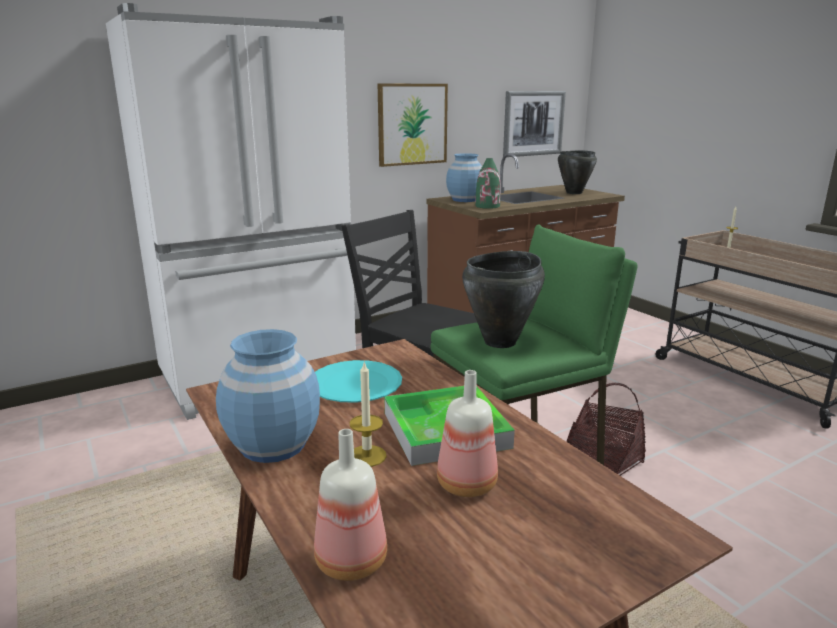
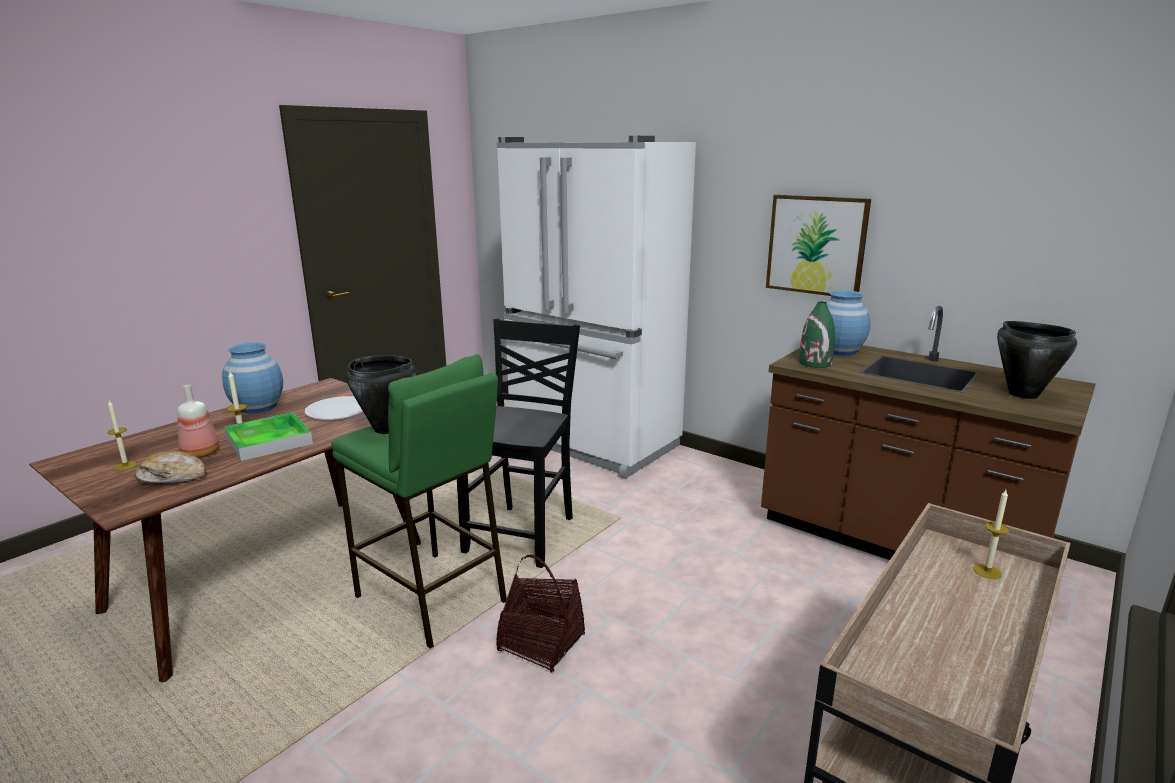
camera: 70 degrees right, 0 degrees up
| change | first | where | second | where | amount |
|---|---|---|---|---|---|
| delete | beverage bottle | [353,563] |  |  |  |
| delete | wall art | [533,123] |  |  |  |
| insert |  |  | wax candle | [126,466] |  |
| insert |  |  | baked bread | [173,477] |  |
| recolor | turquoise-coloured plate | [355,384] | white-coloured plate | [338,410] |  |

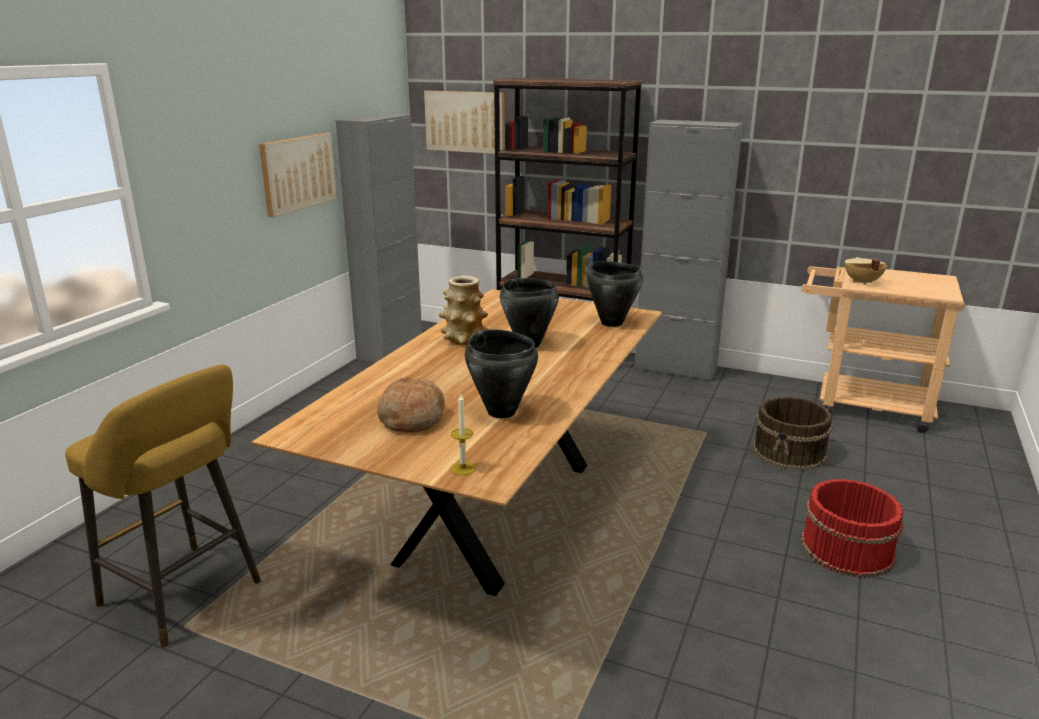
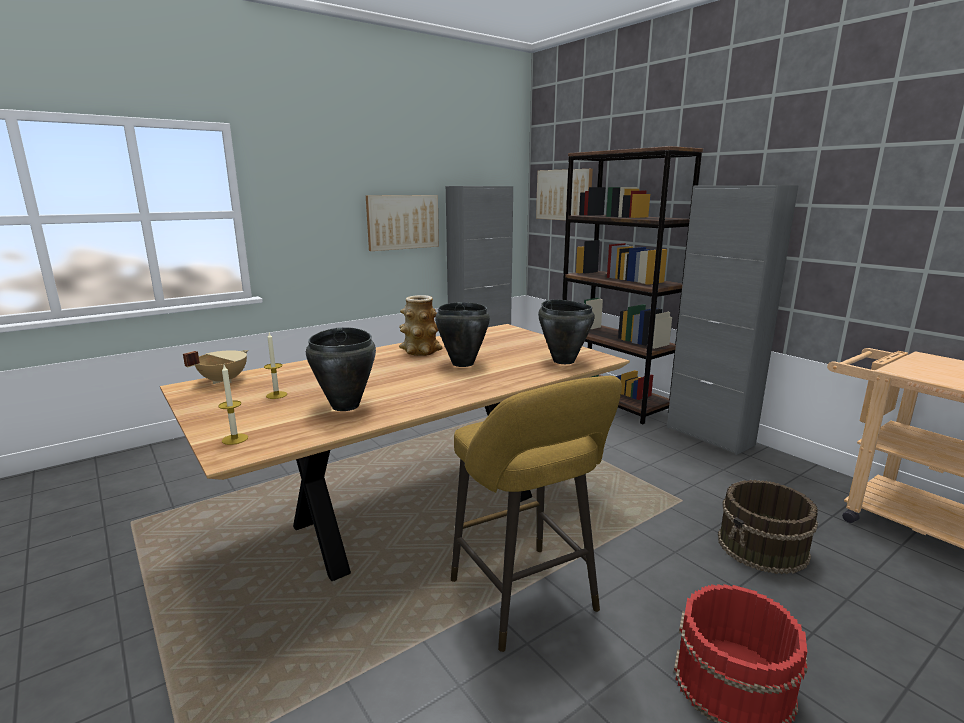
camera: 30 degrees right, 5 degrees down
| change | first | where | second | where | amount |
|---|---|---|---|---|---|
| move | yellowish stool seat | [186,596] |  | [527,600] |  |
| move | sand-coloured cooking pot | [861,282] |  | [223,380] |  |
| replace | baked bread | [411,418] | wax candle | [276,395] |  |

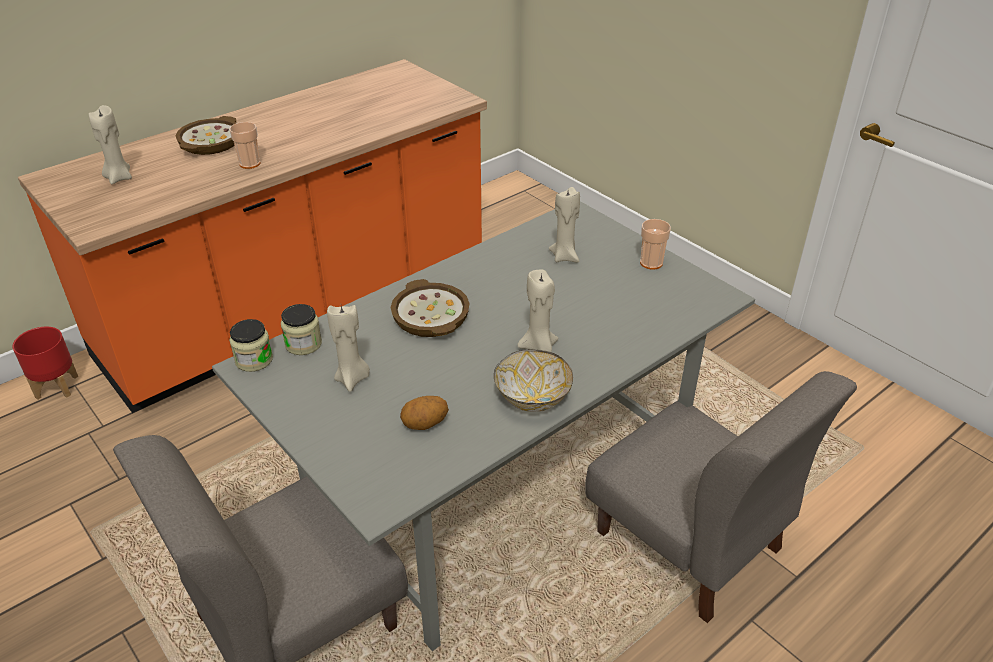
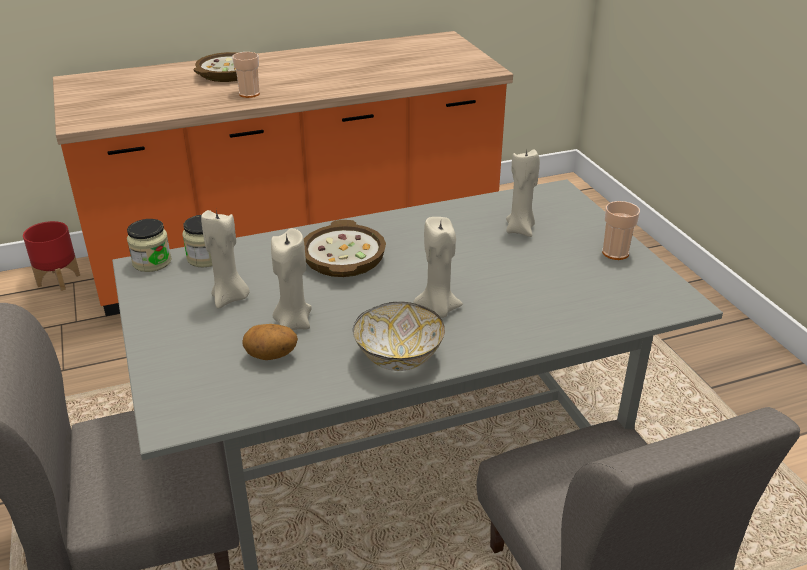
camera: 20 degrees right, 5 degrees down
| change | first | where | second | where | amount |
|---|---|---|---|---|---|
| move | sand-coloured wax candle | [119,178] |  | [293,323] |  |

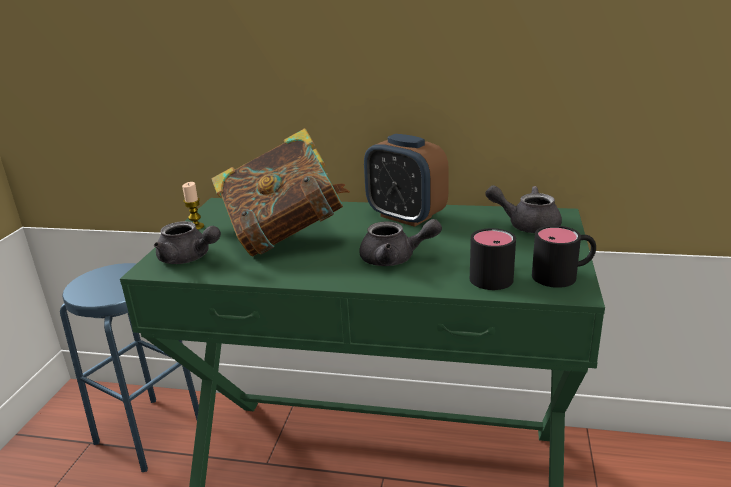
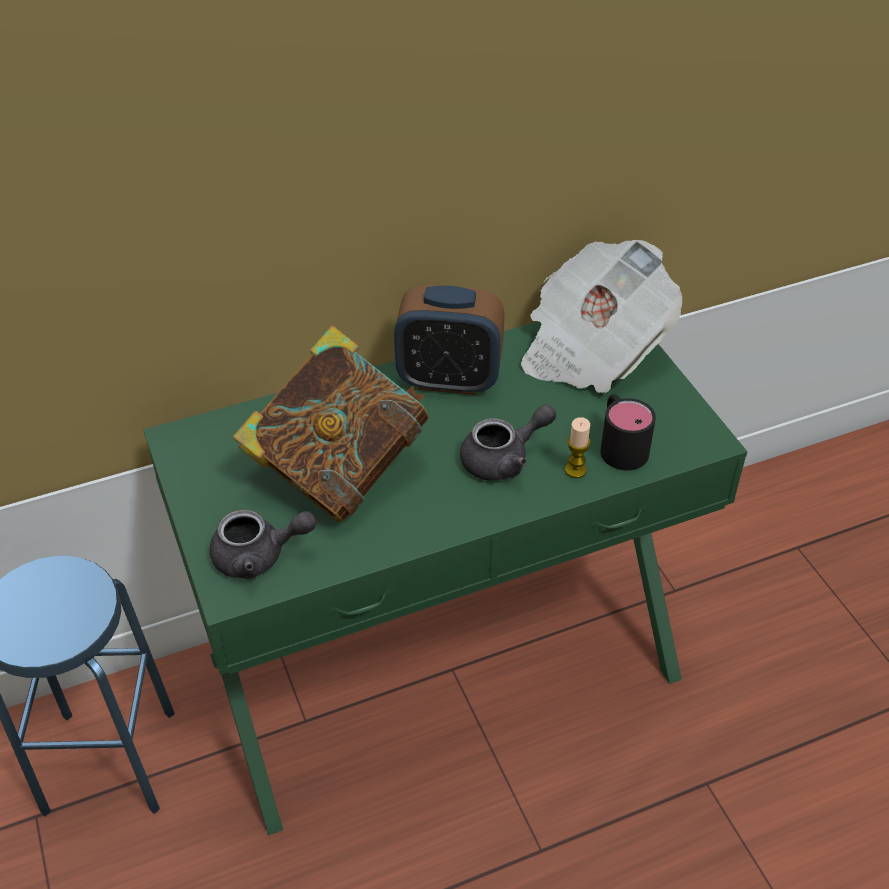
camera: 35 degrees left, 20 degrees up
| change | first | where | second | where | amount |
|---|---|---|---|---|---|
| delete | black mug | [563,275] |  |  |  |
| move | wax candle | [196,226] |  | [575,470] |  |
| replace | gray pot for tea | [526,225] | printed paper | [592,348] |  |

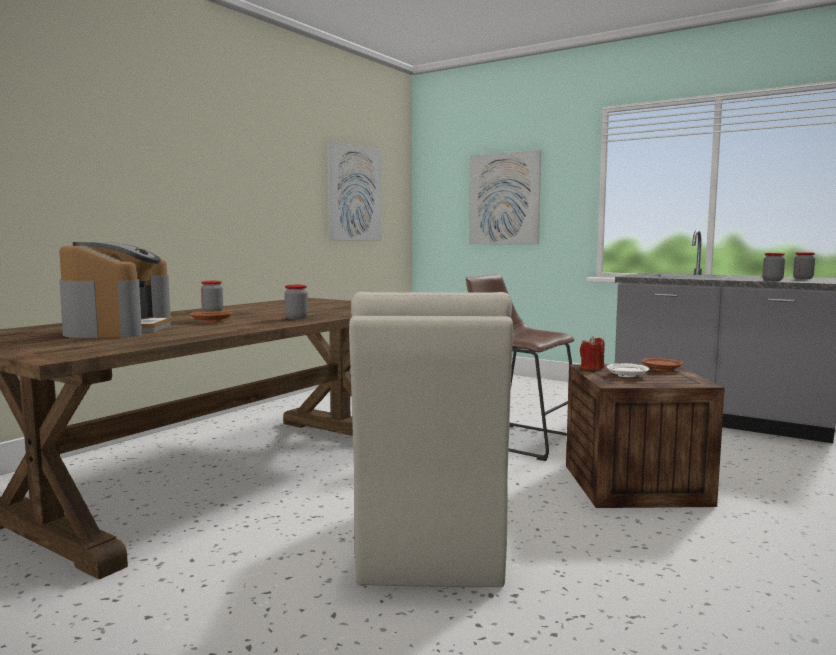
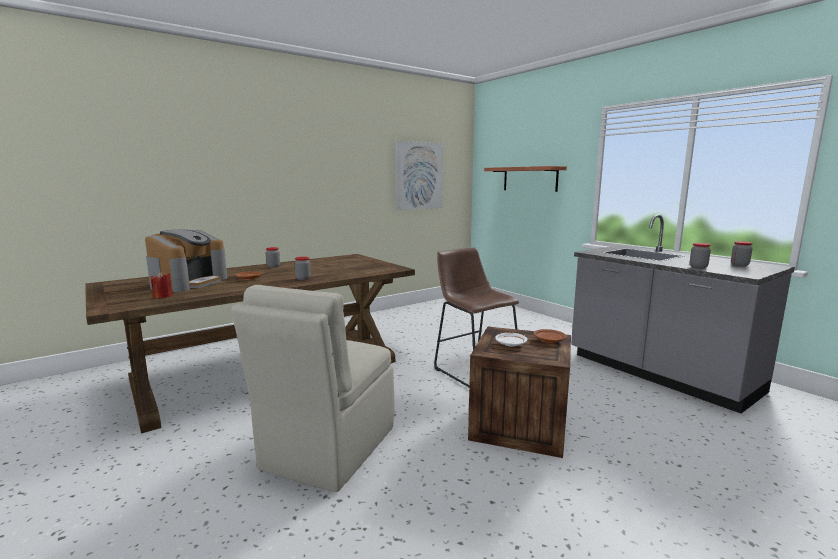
camera: 20 degrees right, 5 degrees up
| change | first | where | second | where | amount |
|---|---|---|---|---|---|
| move | red-coloured wax candle | [592,368] |  | [163,296] |  |
| replace | wall art | [504,199] | bracket shelf | [530,179] |  |

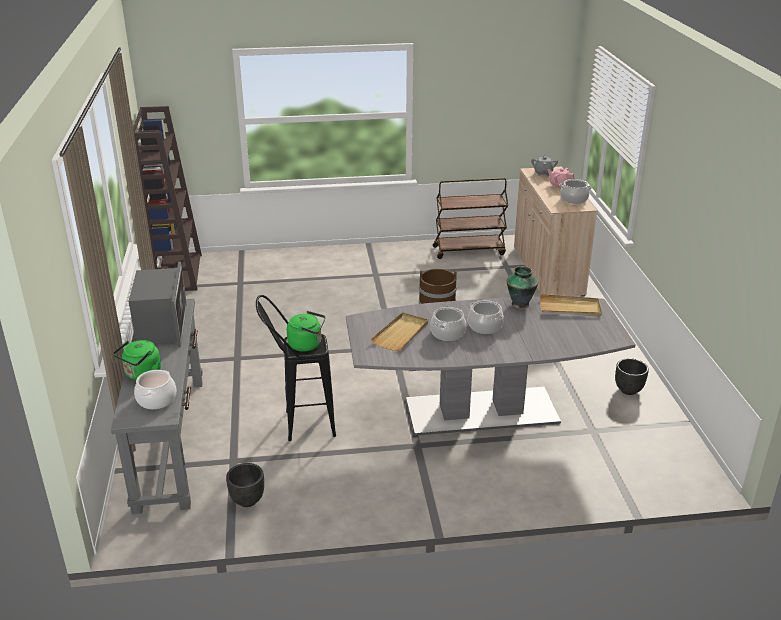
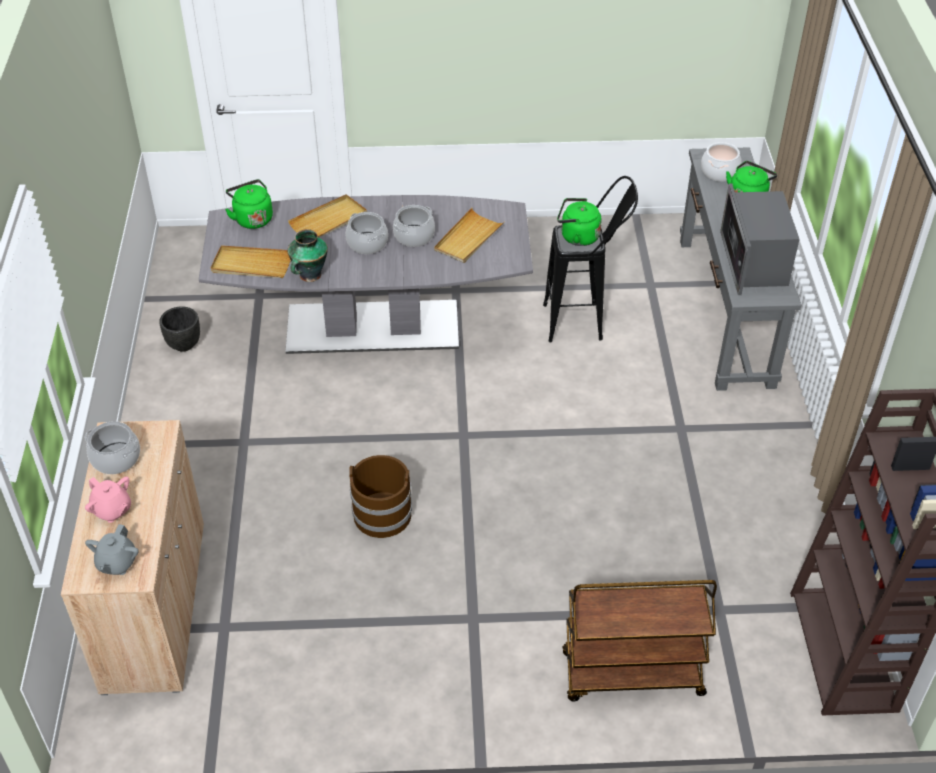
camera: 175 degrees left, 15 degrees up
| change | first | where | second | where | amount |
|---|---|---|---|---|---|
| delete | black planter | [247,500] |  |  |  |
| insert |  |  | green kettle | [252,218] |  |
| insert |  |  | sand-coloured serving tray | [329,221] |  |
| move | brown cart | [469,250] |  | [631,675] |  |

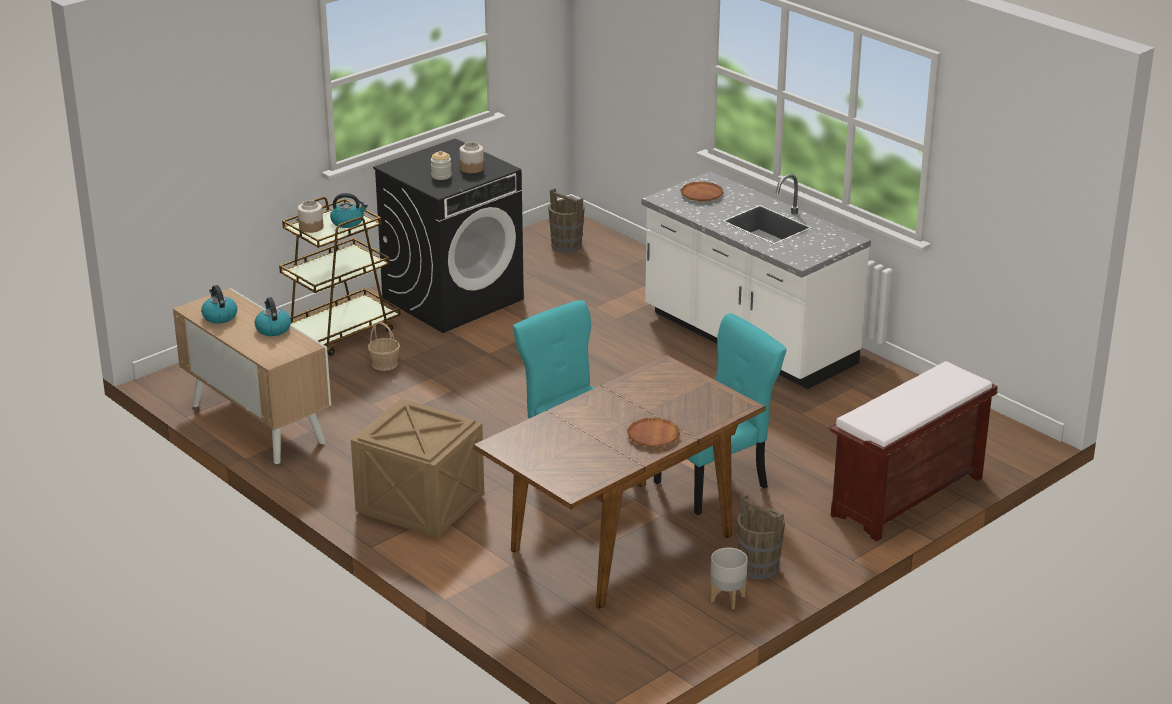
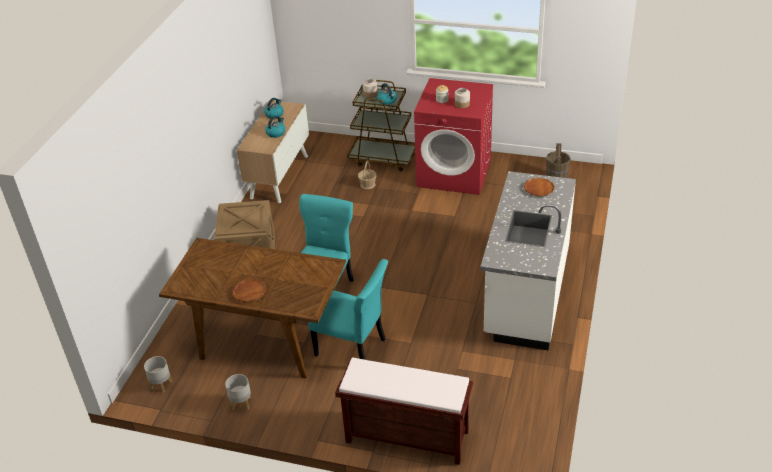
camera: 60 degrees right, 10 degrees up
| change | first | where | second | where | amount |
|---|---|---|---|---|---|
| delete | brown water bucket | [758,567] |  |  |  |
| insert |  |  | gray planter | [161,384] |  |
| recolor | black laundry appliance | [453,298] | red-coloured laundry appliance | [454,173] |  |

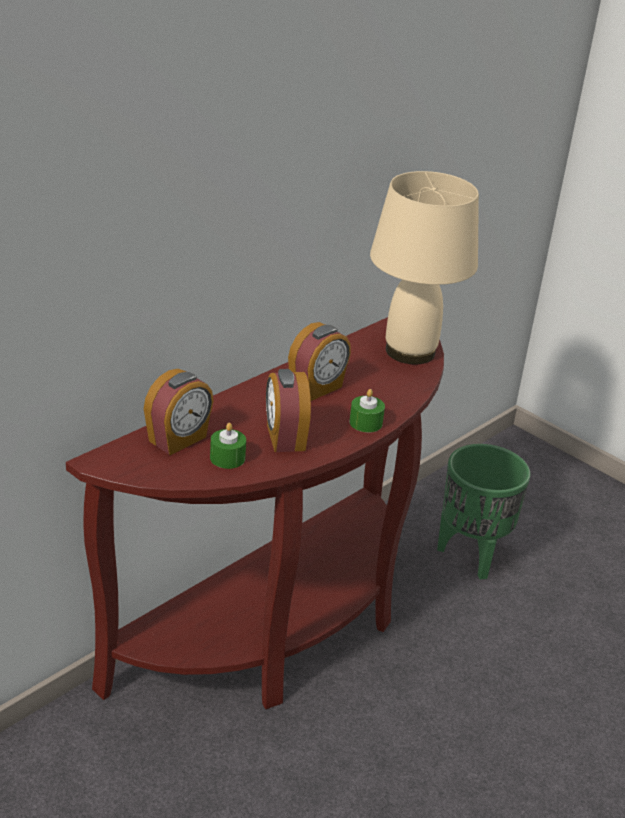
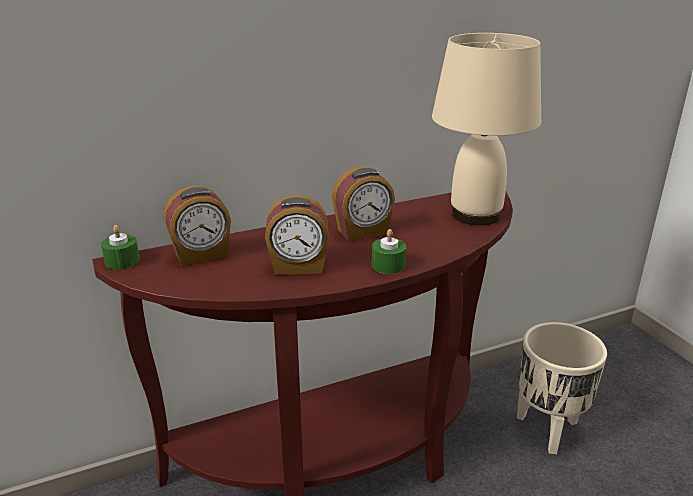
camera: 25 degrees right, 5 degrees down
| change | first | where | second | where | amount |
|---|---|---|---|---|---|
| move | green wax candle | [227,458] |  | [122,261] |  |
| recolor | green planter | [471,557] | sand-coloured planter | [548,430] |  |
| rotate | alarm clock | [284,438] |  | [298,267] | 105 degrees counterclockwise |

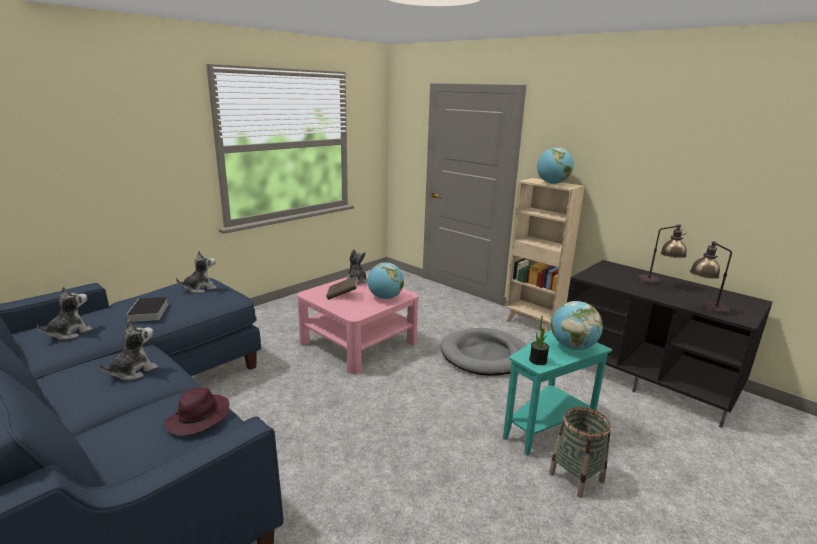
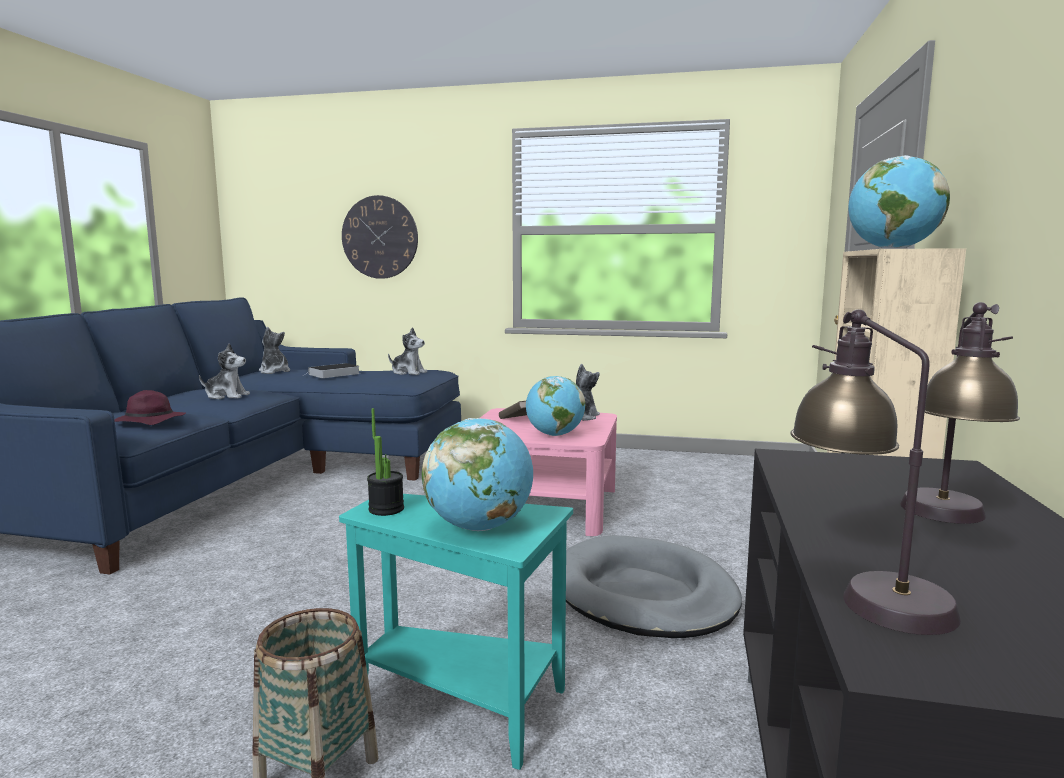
camera: 60 degrees right, 10 degrees down
| change | first | where | second | where | amount |
|---|---|---|---|---|---|
| insert |  |  | hanging clock | [380,237] |  |
| rotate | plush toy | [69,333] |  | [274,372] | 135 degrees counterclockwise |

